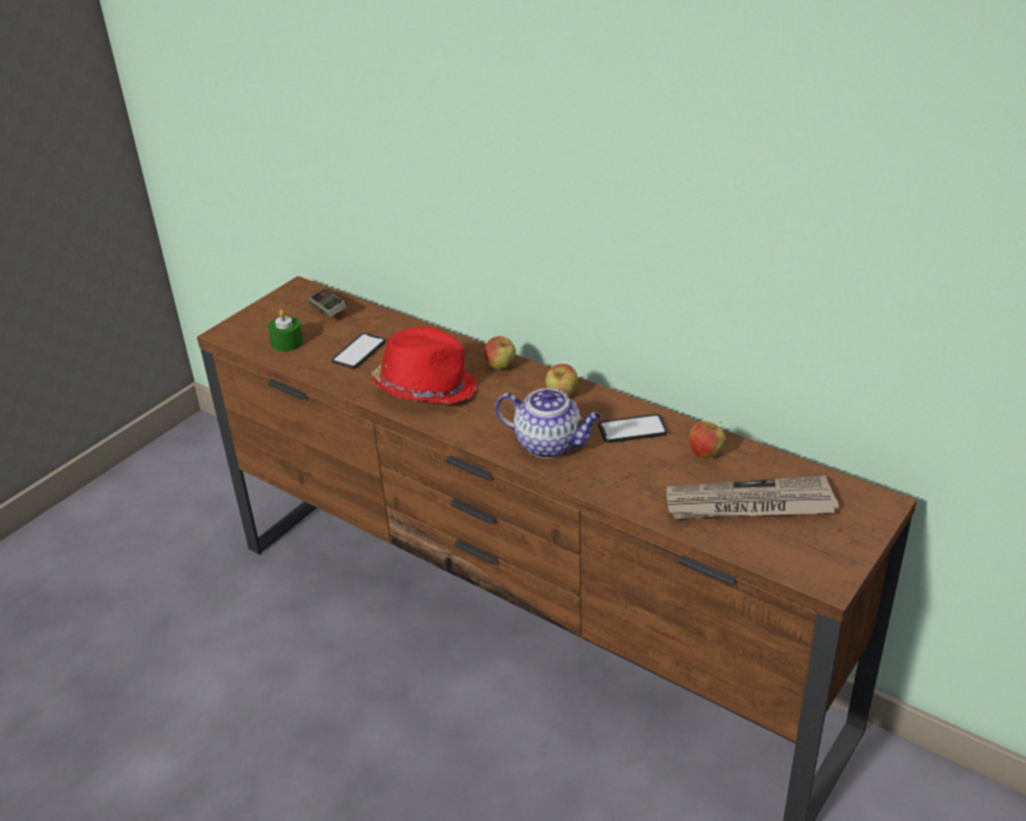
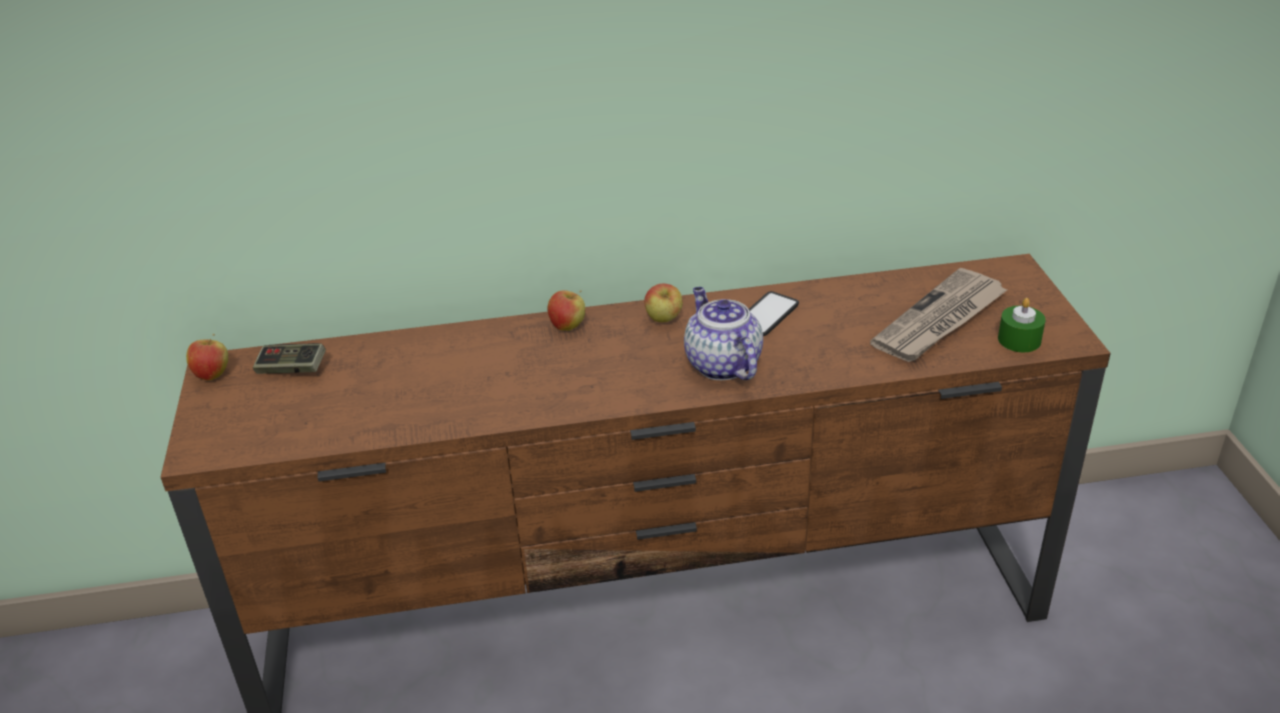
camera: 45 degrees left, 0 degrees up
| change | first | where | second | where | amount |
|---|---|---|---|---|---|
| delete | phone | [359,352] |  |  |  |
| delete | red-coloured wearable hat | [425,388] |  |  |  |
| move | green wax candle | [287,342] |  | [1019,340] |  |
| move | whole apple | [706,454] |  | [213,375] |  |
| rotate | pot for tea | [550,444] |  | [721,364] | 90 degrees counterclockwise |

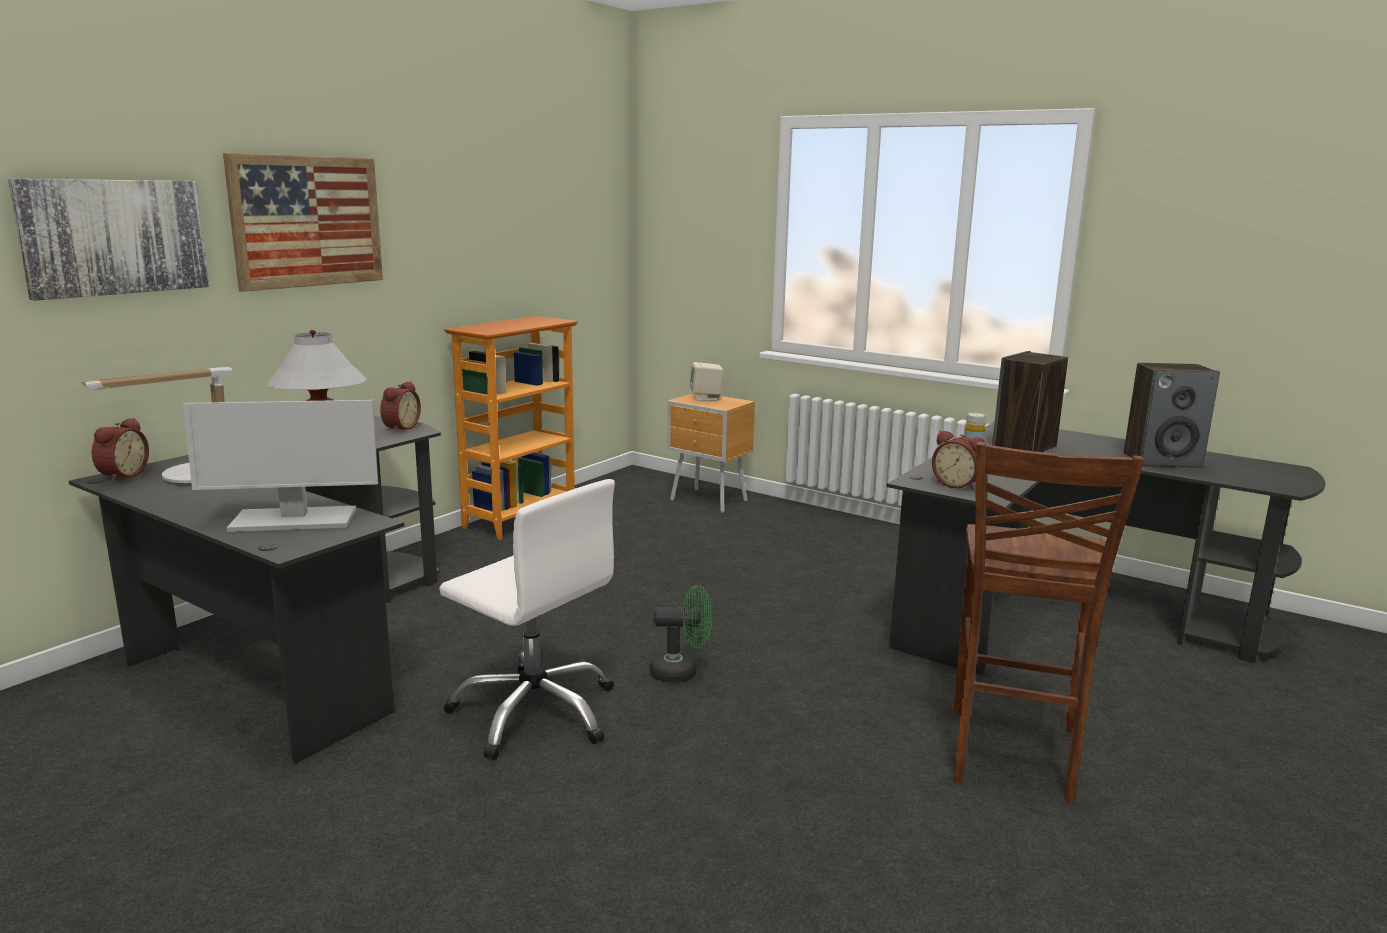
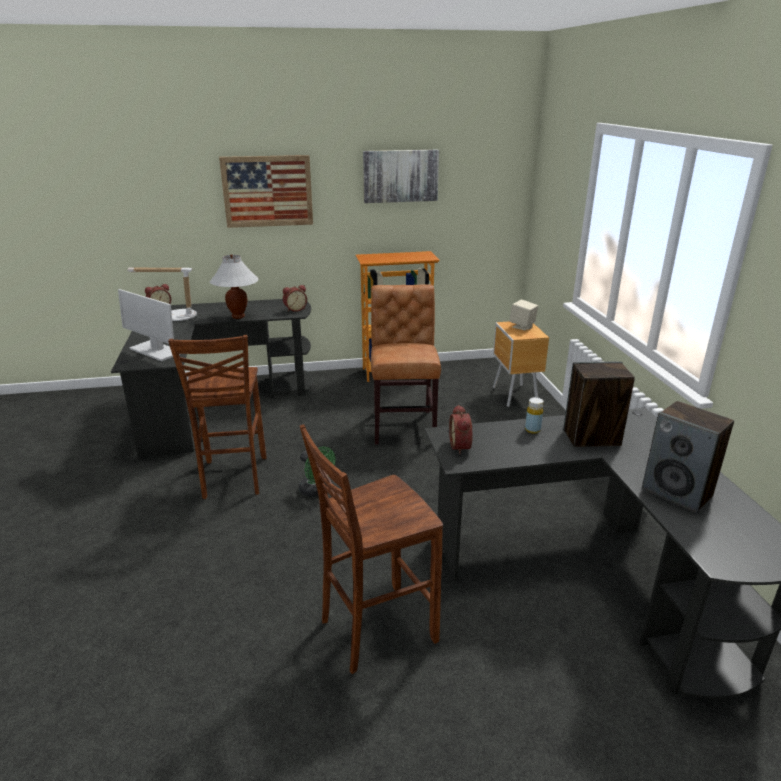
camera: 45 degrees right, 10 degrees up
| change | first | where | second | where | amount |
|---|---|---|---|---|---|
| insert |  |  | brown chair | [403,425] |  |
| move | wall art | [114,237] |  | [400,176] |  |
| replace | white-coloured office chair | [535,712] | brown stool seat | [233,478] |  |

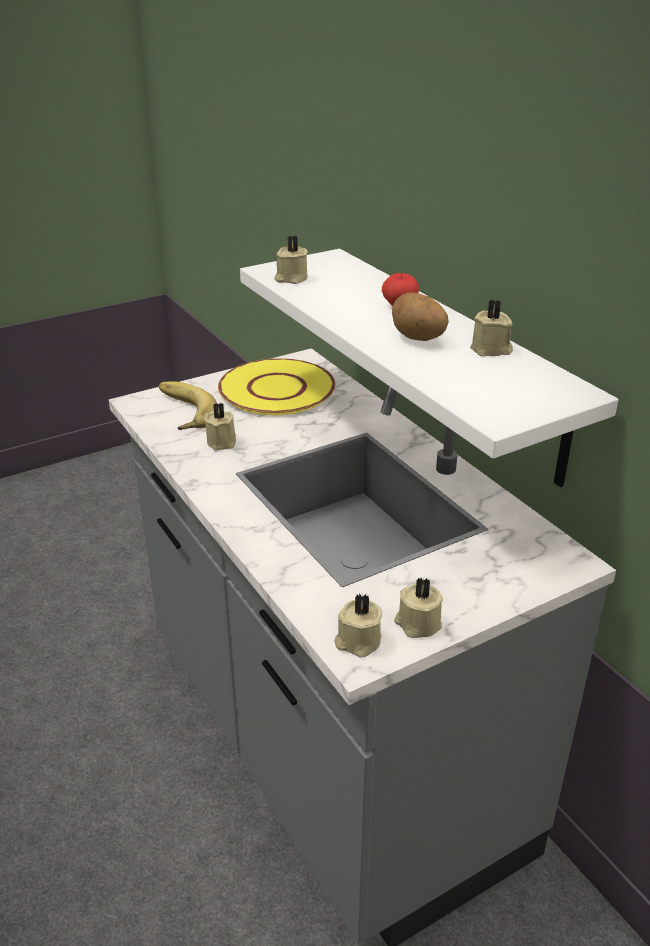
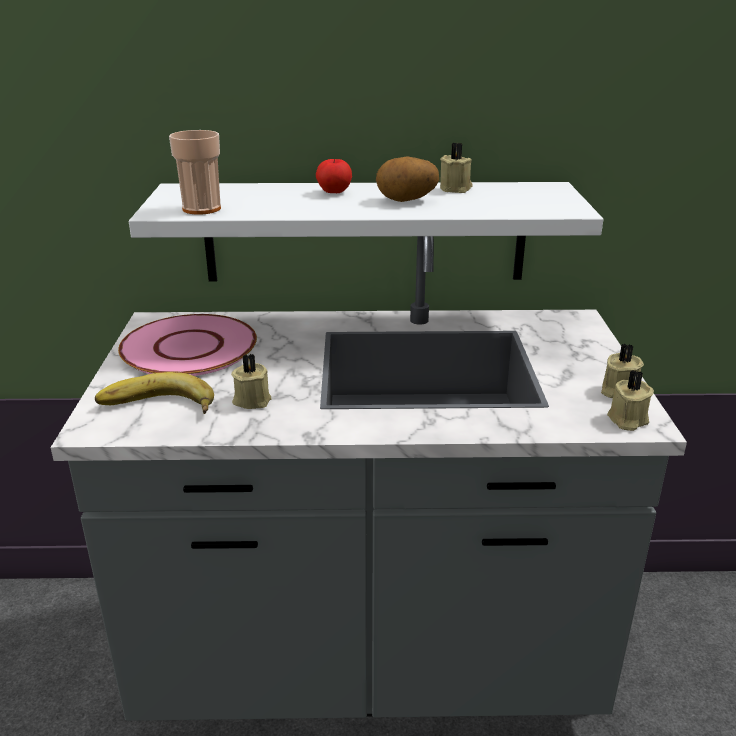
camera: 60 degrees left, 5 degrees down
| change | first | where | second | where | amount |
|---|---|---|---|---|---|
| replace | sand-coloured wax candle | [291,279] | cup | [201,209] |  |
| recolor | yellowish plate | [276,389] | pink plate | [188,348] |  |

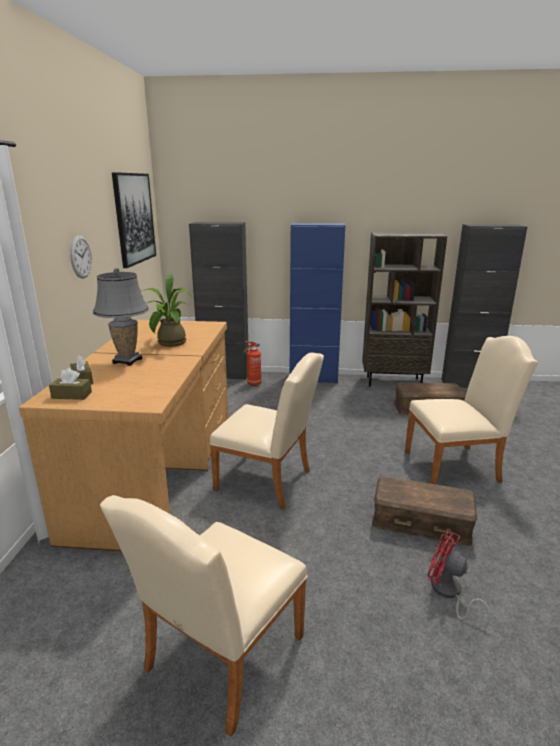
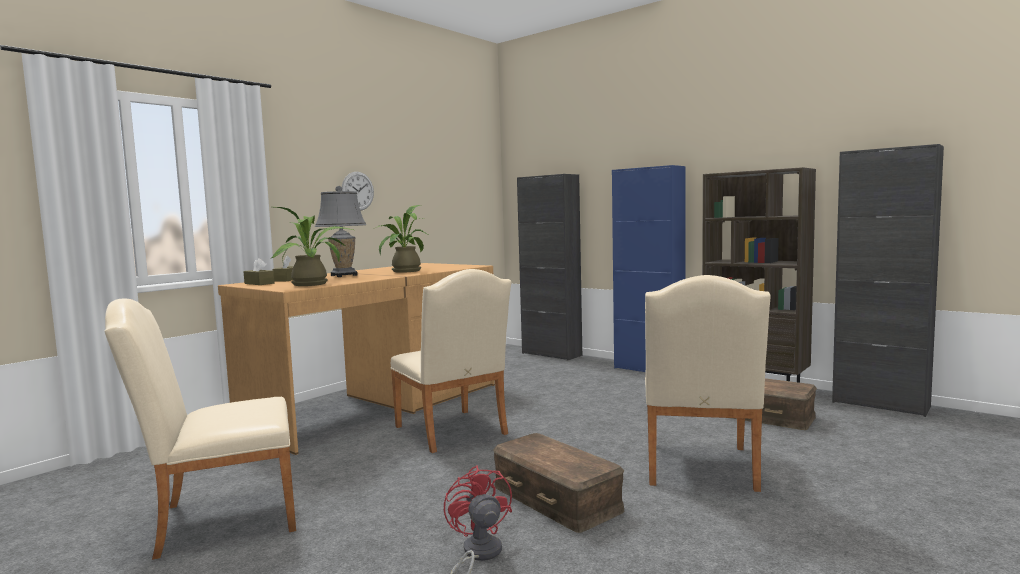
camera: 35 degrees right, 15 degrees down
| change | first | where | second | where | amount |
|---|---|---|---|---|---|
| delete | wall art | [134,218] |  |  |  |
| delete | fire-fighting cylinder | [253,384] |  |  |  |
| insert |  |  | plant in a pot | [314,284] |  |
| rotate | sand-coloured chair | [457,466] |  | [699,469] | 75 degrees clockwise |

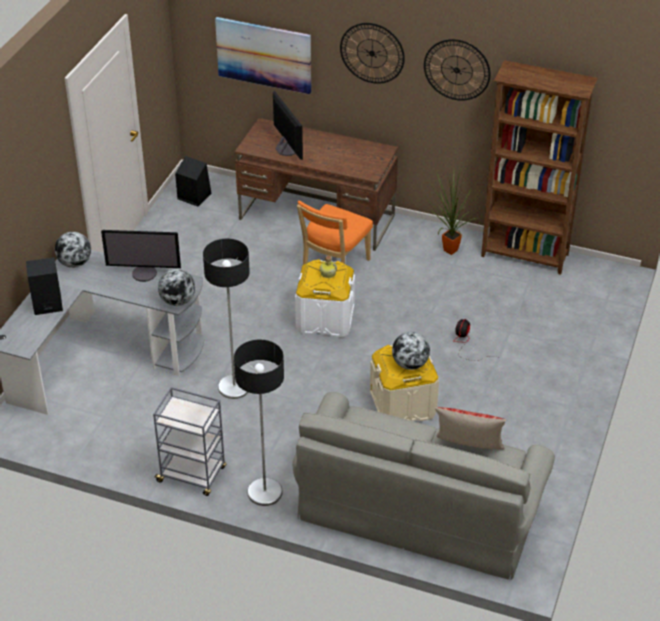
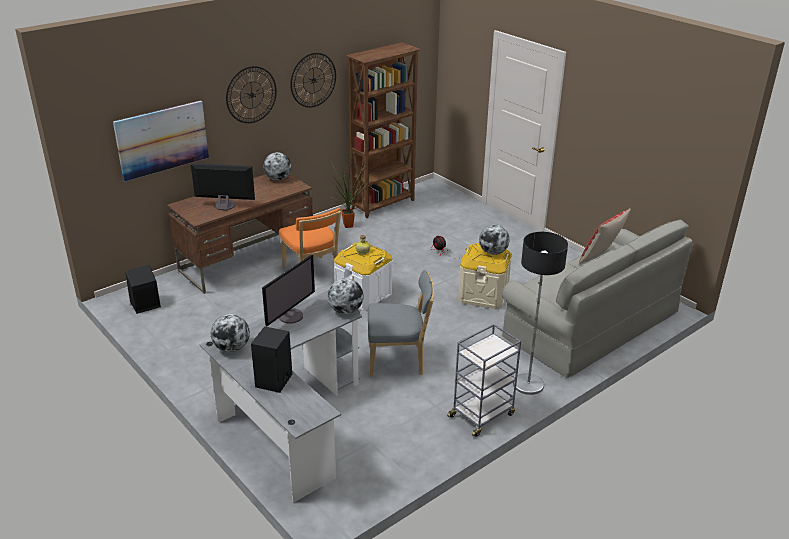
camera: 60 degrees left, 10 degrees down
| change | first | where | second | where | amount |
|---|---|---|---|---|---|
| insert |  |  | world globe | [278,179] |  |
| replace | standing lamp | [234,387] | gray chair | [399,361] |  |

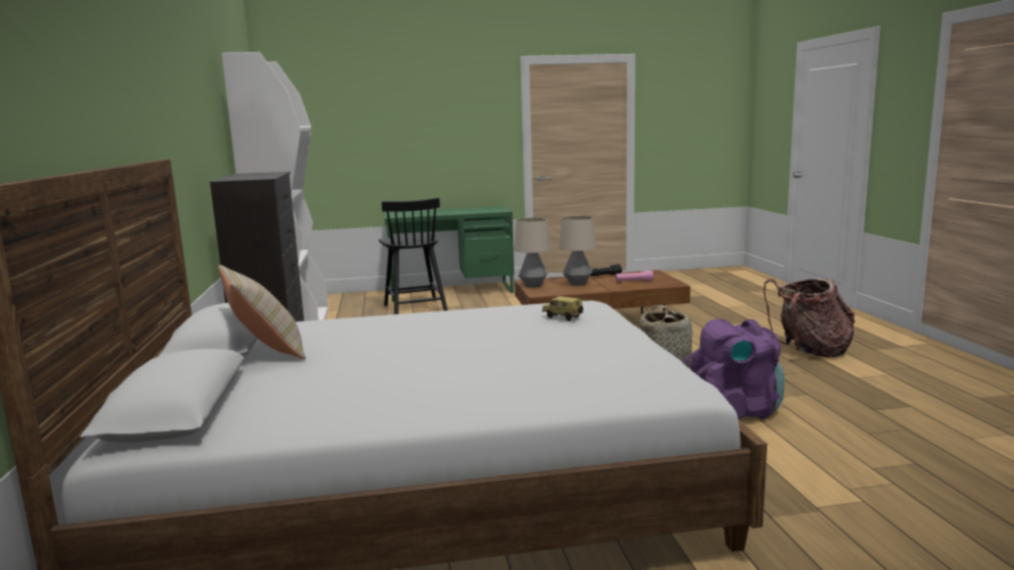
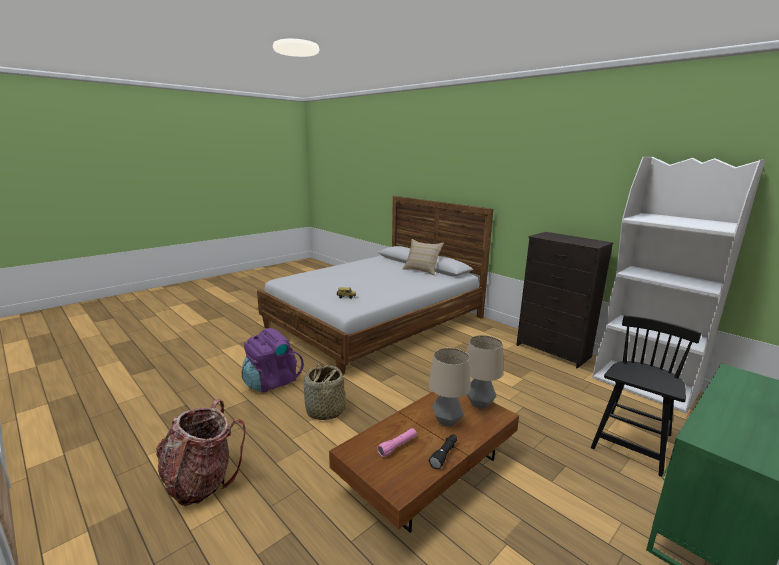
camera: 145 degrees right, 5 degrees up
| change | first | where | second | where | amount |
|---|---|---|---|---|---|
| rotate | black chair | [415,310] |  | [632,443] | 90 degrees clockwise |

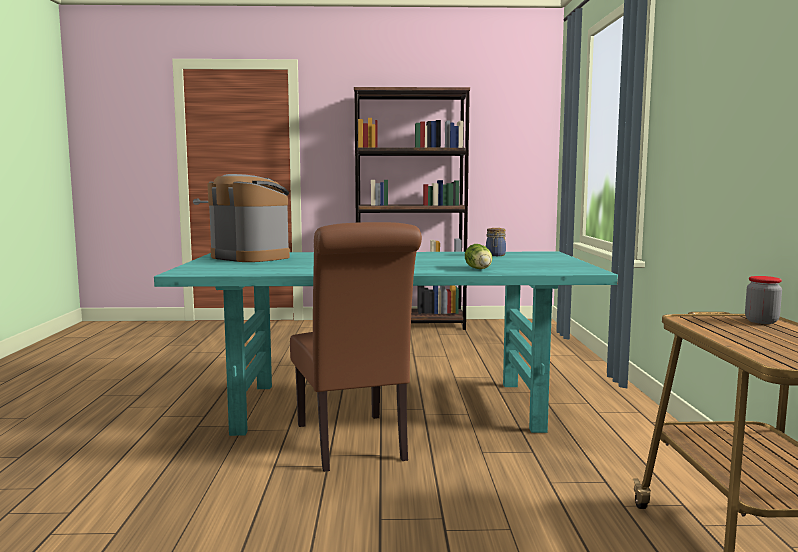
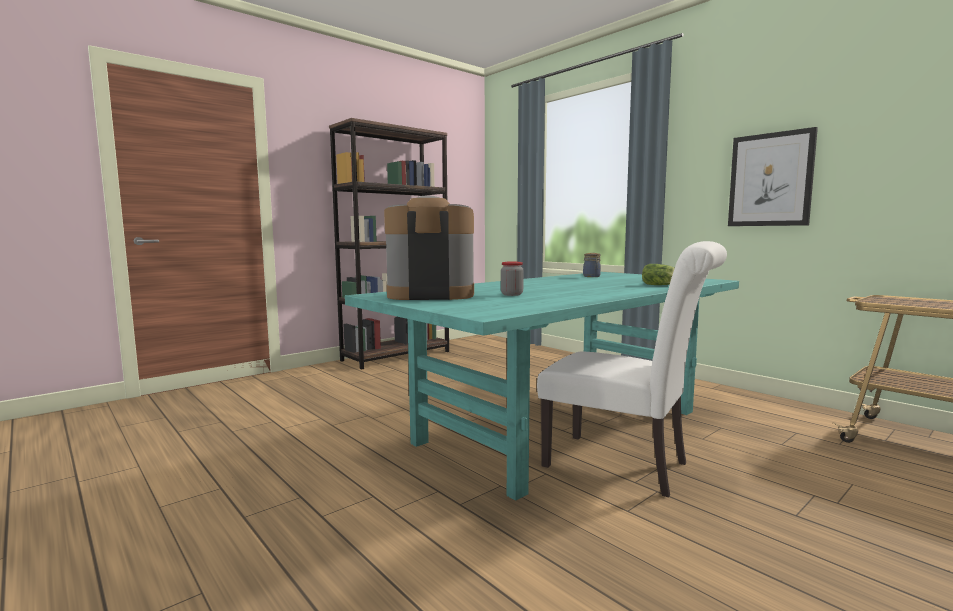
camera: 40 degrees left, 0 degrees up
| change | first | where | second | where | amount |
|---|---|---|---|---|---|
| insert |  |  | wall art | [770,180] |  |
| move | storage jar | [761,321] |  | [512,294] |  |
| recolor | brown chair | [353,445] | white-coloured chair | [624,466] |  |

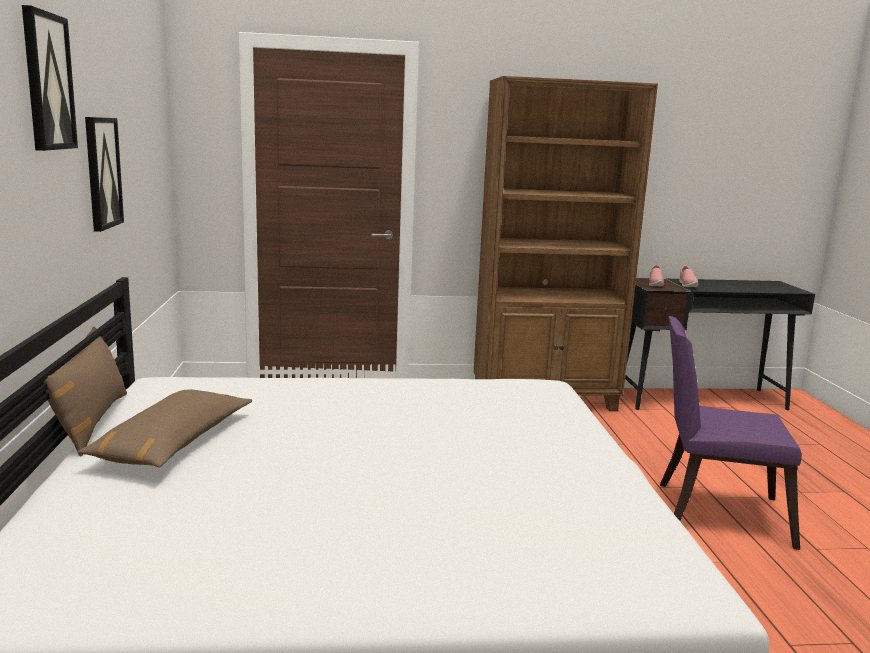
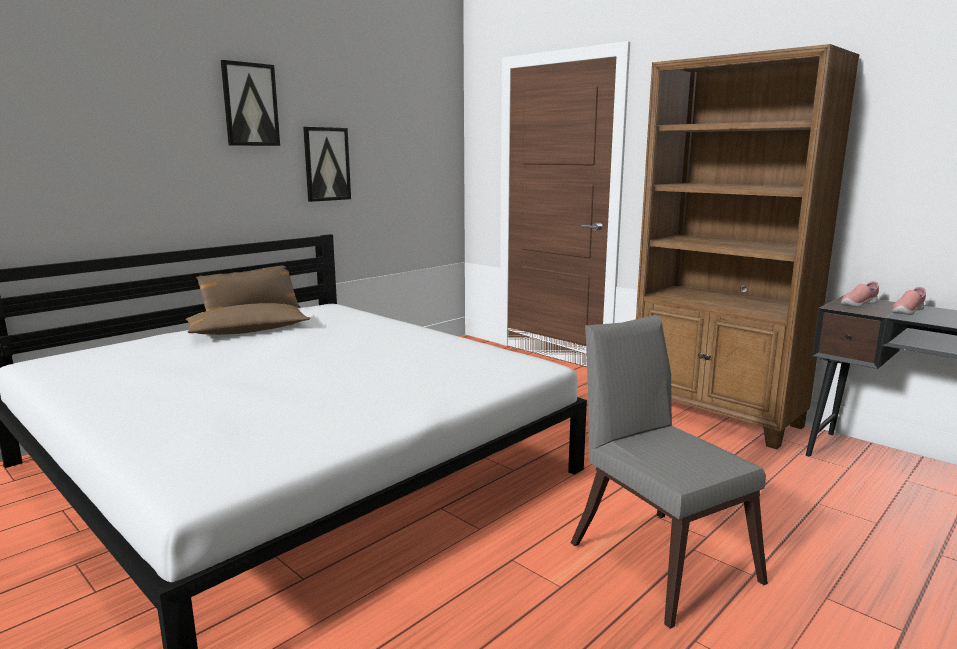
camera: 50 degrees right, 0 degrees up
| change | first | where | second | where | amount |
|---|---|---|---|---|---|
| recolor | purplish chair | [712,512] | gray chair | [657,556] |  |

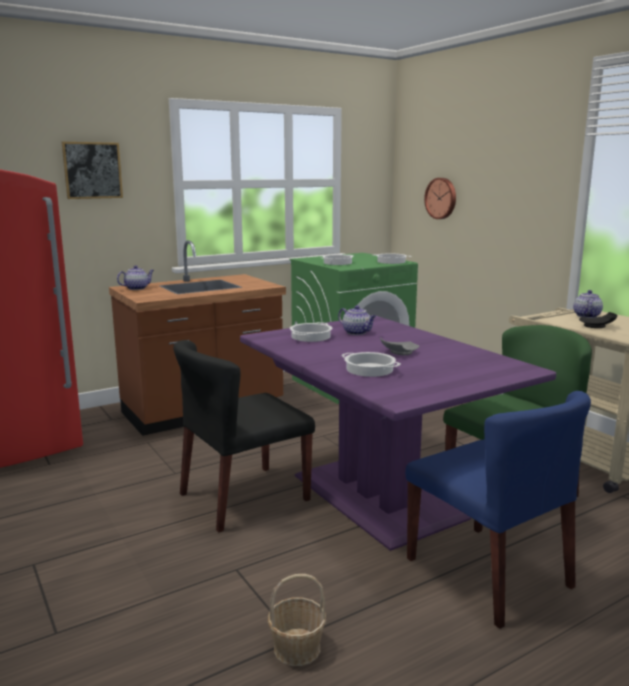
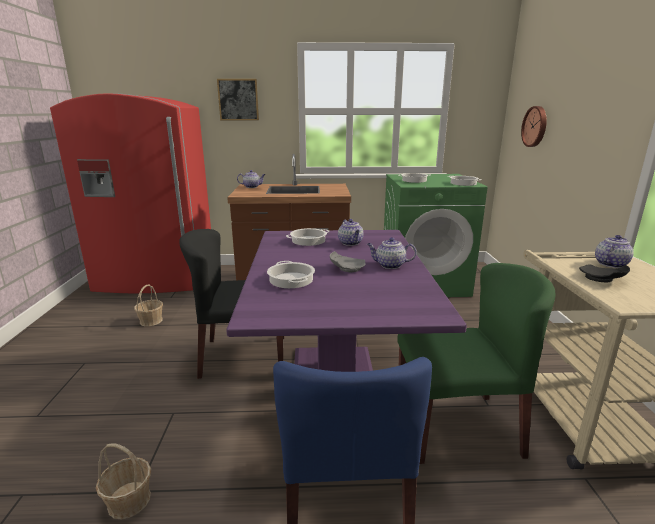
camera: 30 degrees right, 5 degrees up
| change | first | where | second | where | amount |
|---|---|---|---|---|---|
| insert |  |  | storage basket | [151,321] |  |
| insert |  |  | pot for tea | [389,265] |  |

